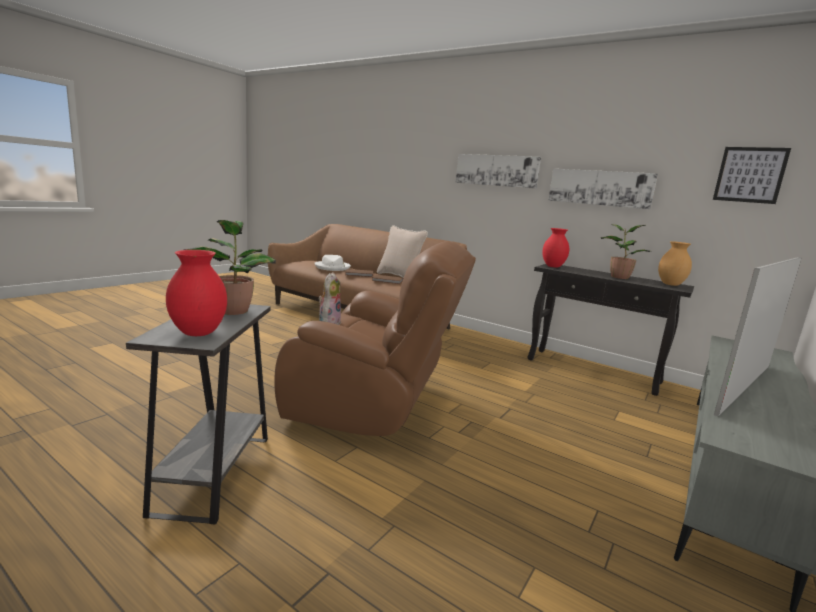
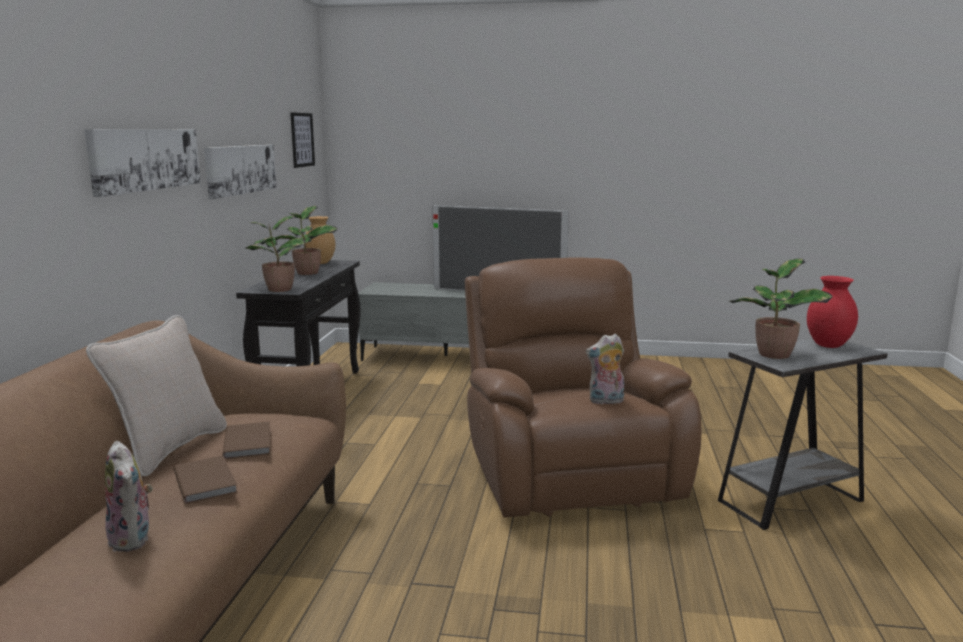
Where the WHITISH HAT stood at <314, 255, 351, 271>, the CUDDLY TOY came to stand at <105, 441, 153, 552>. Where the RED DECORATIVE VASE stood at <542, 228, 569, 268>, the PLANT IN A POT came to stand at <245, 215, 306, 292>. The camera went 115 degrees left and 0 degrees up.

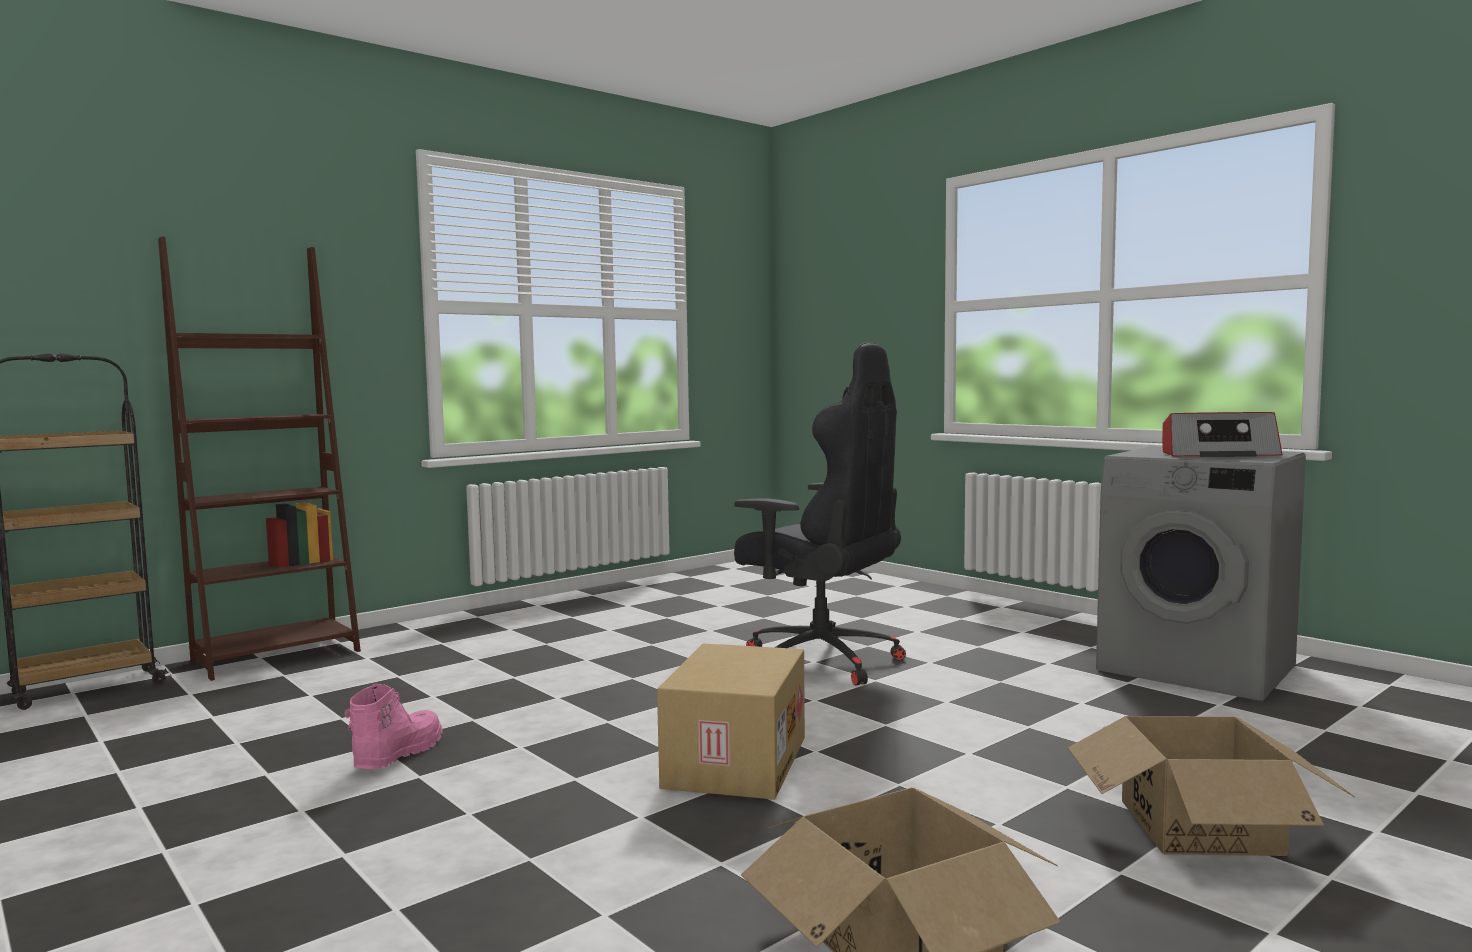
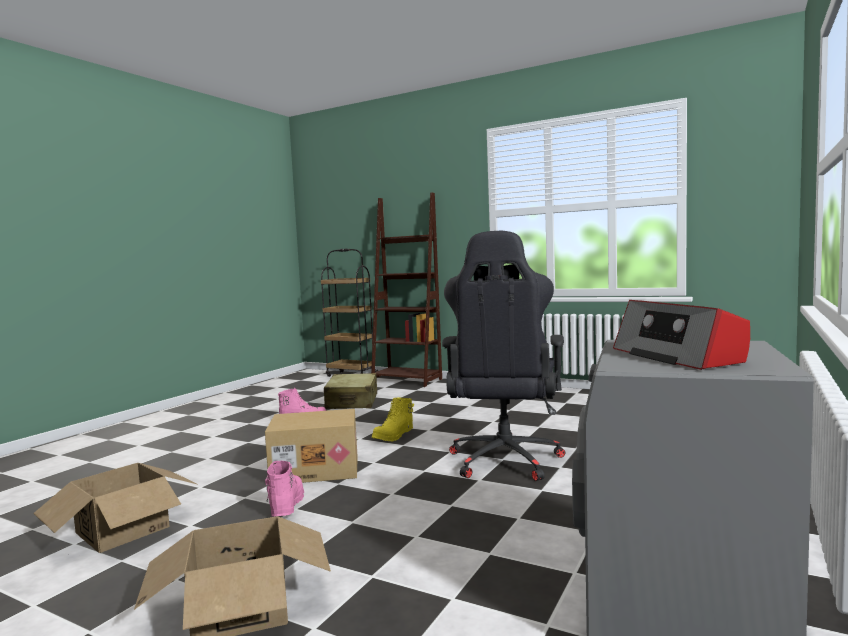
The second view gained the PINKISH TALL BOOT at <265, 461, 304, 516>. The second view gained the BEIGE-COLOURED PIECE OF LUGGAGE at <324, 373, 377, 409>. The second view gained the YELLOW TALL BOOT at <371, 397, 414, 442>. The camera went 70 degrees right and 0 degrees up.

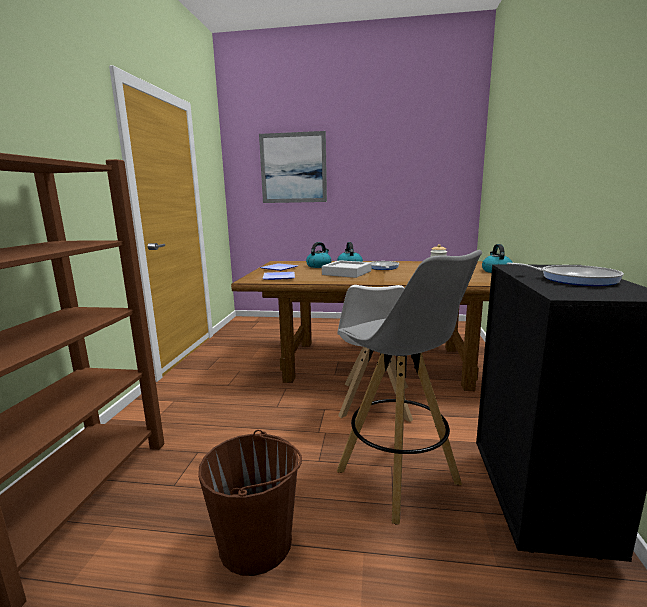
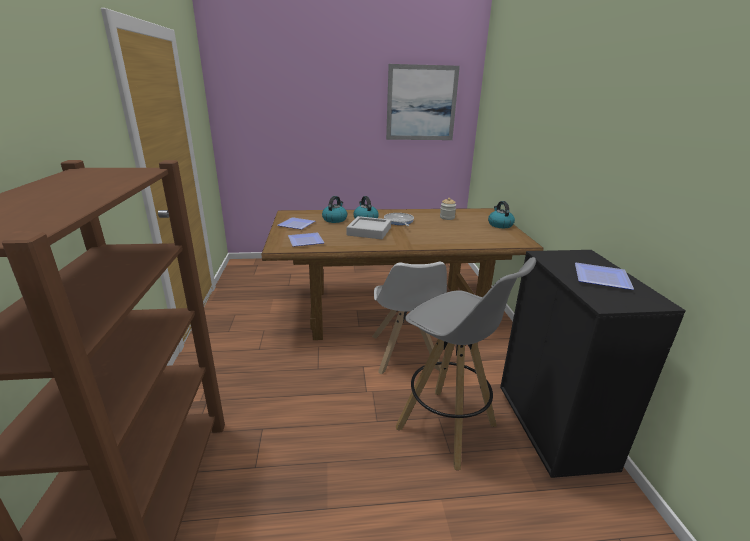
The second view lost the BROWN-COLOURED BUCKET at <198, 430, 302, 576>. The PICTURE ended up elsewhere, having gone from <259, 131, 327, 203> to <386, 64, 460, 140>. Where the FRYING PAN stood at <507, 263, 624, 286>, the PLATE came to stand at <575, 263, 634, 290>. The camera went 15 degrees left and 10 degrees up.

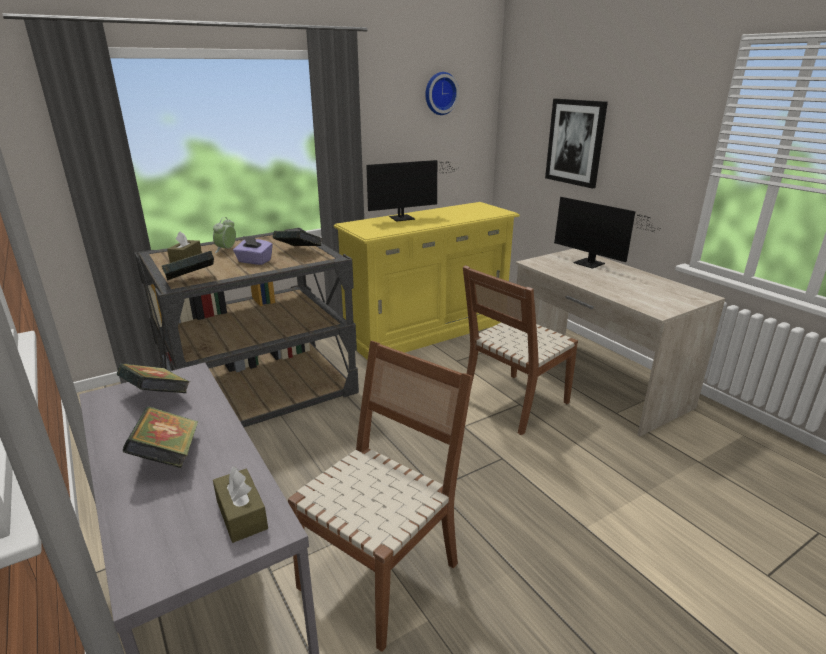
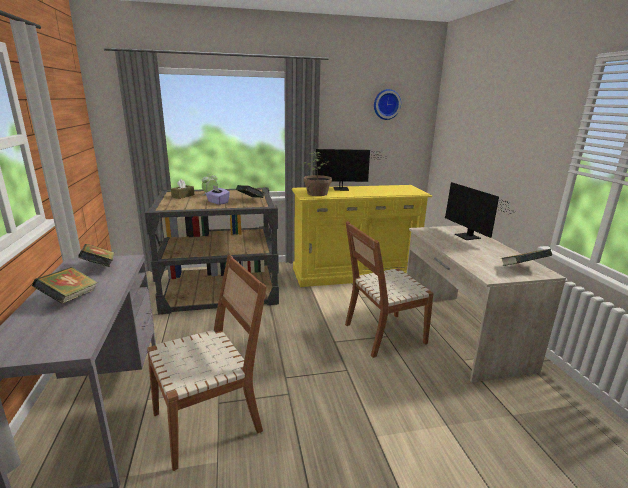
The second view lost the BROWN-COLOURED TISSUE HOLDER at <213, 467, 268, 543>. The second view lost the PICTURE at <545, 99, 608, 188>. The second view gained the PLANT IN A POT at <304, 151, 332, 196>. The BOUND BOOK ended up elsewhere, having gone from <162, 251, 214, 281> to <502, 249, 552, 266>. The camera went 20 degrees right and 5 degrees down.

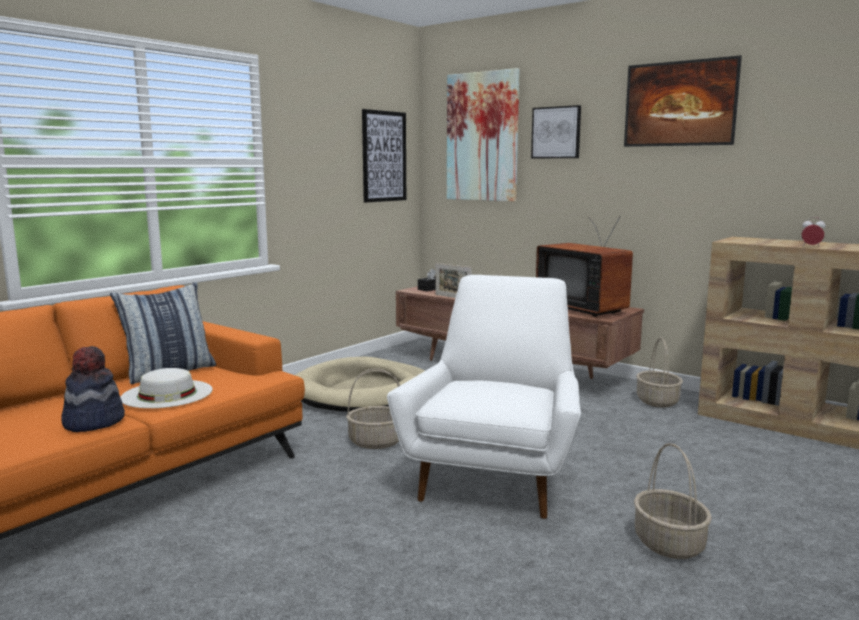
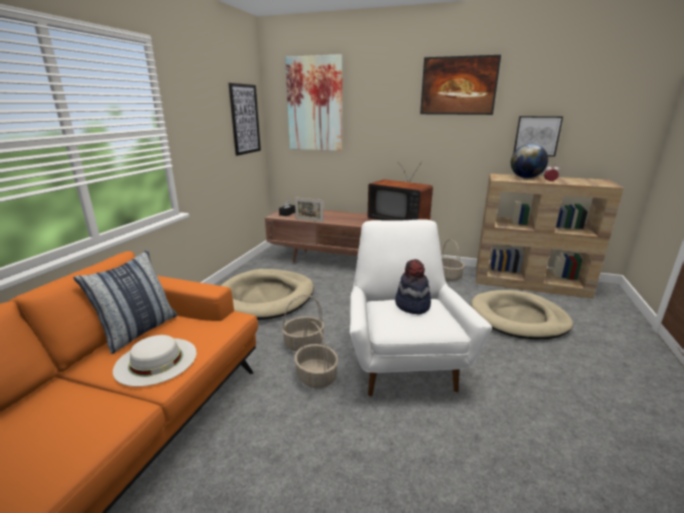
The second view gained the BEIGE-COLOURED DOG CUSHION at <471, 290, 573, 339>. The second view gained the GLOBE at <511, 144, 548, 178>. The HAT ended up elsewhere, having gone from <61, 346, 125, 432> to <395, 259, 431, 315>. The PICTURE ended up elsewhere, having gone from <531, 105, 581, 158> to <513, 116, 563, 157>. The HOUSEHOLD BASKET ended up elsewhere, having gone from <634, 443, 712, 559> to <294, 321, 338, 388>. The camera went 20 degrees left and 10 degrees up.

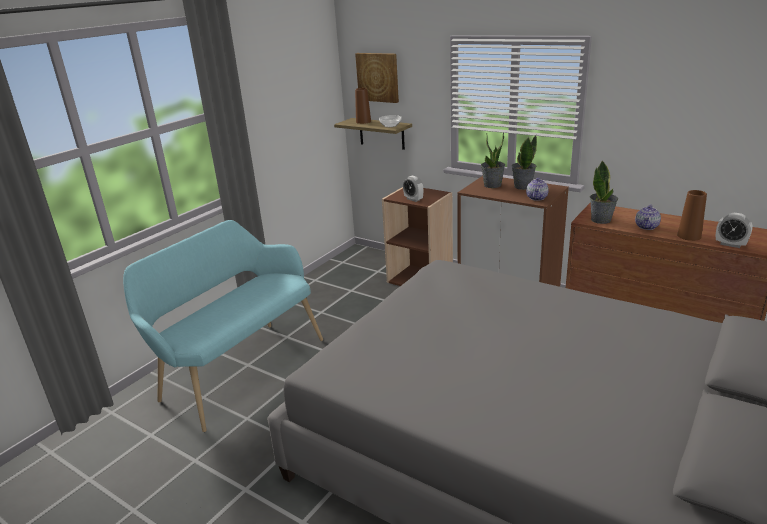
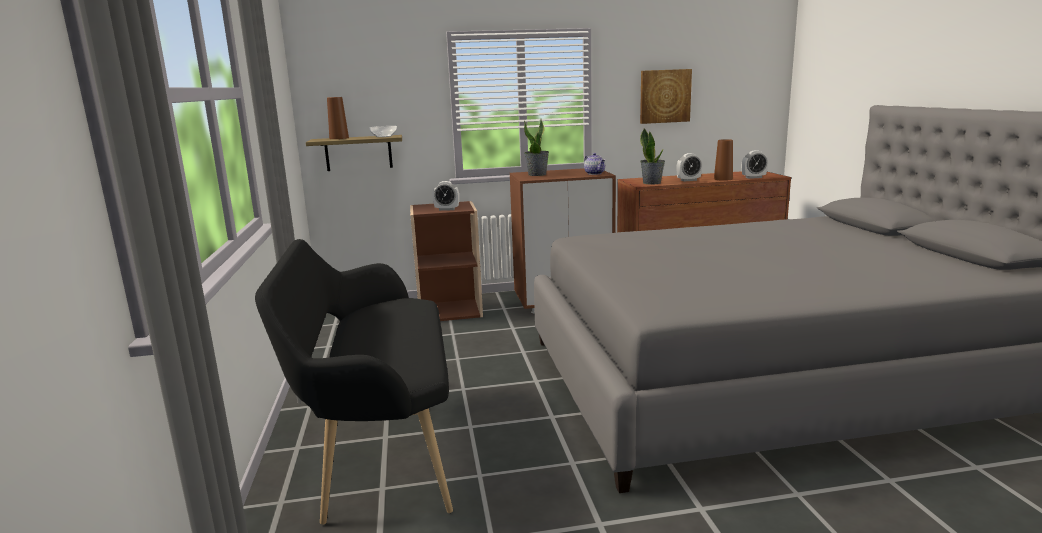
The second view lost the PLANT IN A POT at <512, 135, 537, 190>. The PICTURE ended up elsewhere, having gone from <355, 53, 399, 103> to <640, 69, 692, 124>. Where the TEA POT stood at <635, 204, 661, 230>, the ALARM CLOCK came to stand at <677, 153, 702, 182>. What was the TURQUOISE LONG SEAT at <123, 220, 323, 432> turned into the BLACK-COLOURED LONG SEAT at <255, 239, 453, 525>. The camera went 45 degrees left and 10 degrees down.

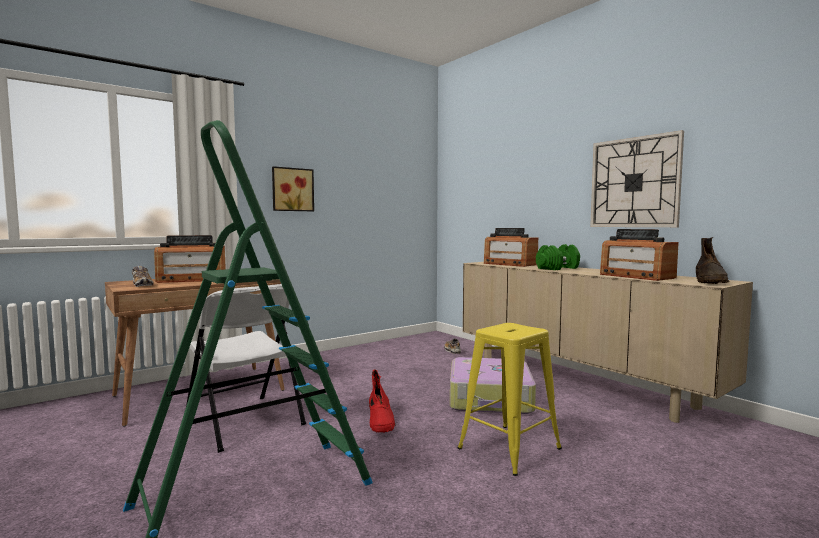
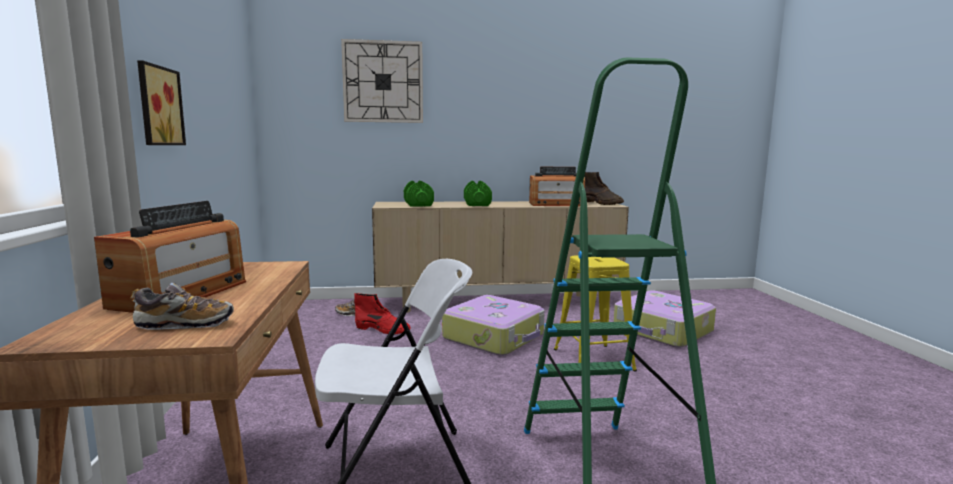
The second view gained the PIECE OF LUGGAGE at <614, 290, 716, 348>. The RED TALL BOOT ended up elsewhere, having gone from <369, 369, 396, 433> to <354, 293, 411, 334>. The WALL CLOCK ended up elsewhere, having gone from <590, 130, 684, 227> to <341, 39, 423, 123>. Where the RADIO stood at <484, 228, 538, 267>, the GREENISH FREE WEIGHT came to stand at <404, 181, 434, 207>. The camera went 60 degrees left and 5 degrees up.

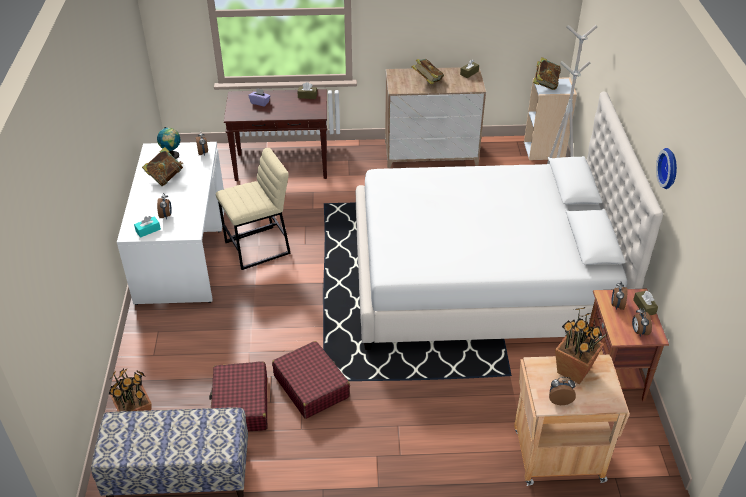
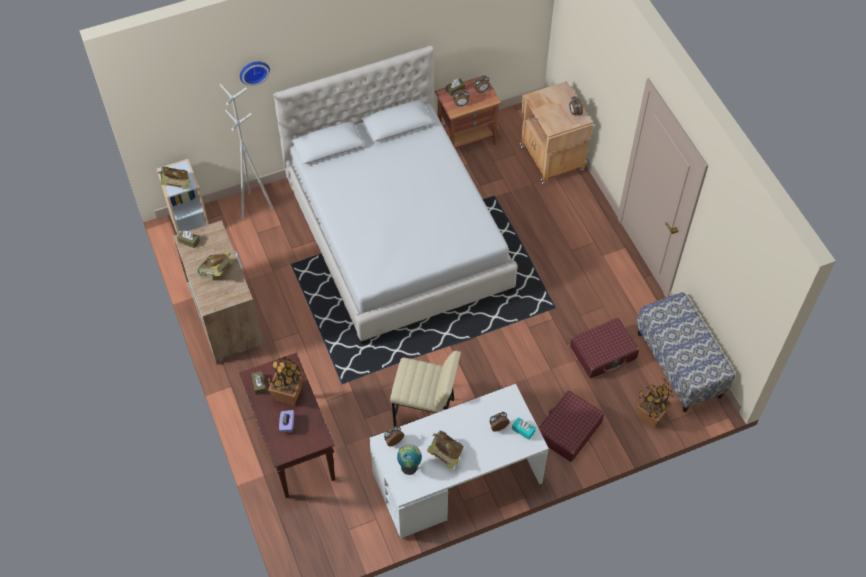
The RED PIECE OF LUGGAGE ended up elsewhere, having gone from <272, 341, 350, 419> to <539, 390, 604, 462>. The PLANT IN A POT ended up elsewhere, having gone from <555, 307, 608, 384> to <268, 357, 304, 406>. The WALL CLOCK ended up elsewhere, having gone from <656, 148, 677, 189> to <240, 61, 270, 86>. The BEIGE-COLOURED PLAIN CHAIR at <216, 148, 290, 270> ended up facing another way, 150 degrees clockwise from before. The camera went 110 degrees left and 15 degrees up.

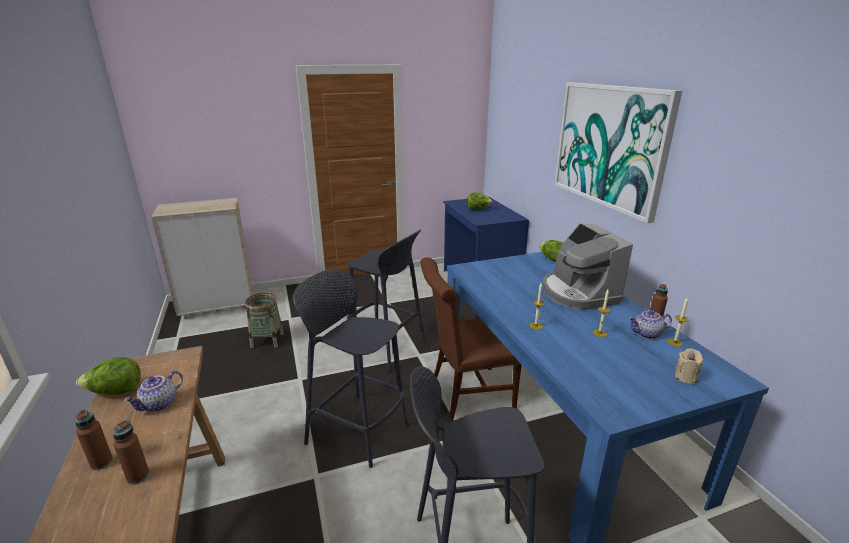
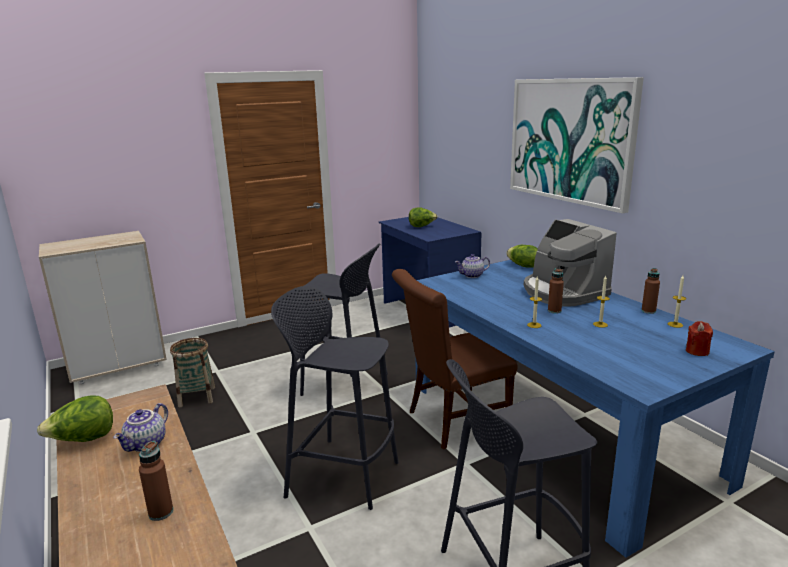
The BROWN-COLOURED BEVERAGE BOTTLE ended up elsewhere, having gone from <74, 409, 113, 470> to <548, 268, 564, 314>. The TEA POT ended up elsewhere, having gone from <629, 310, 672, 339> to <455, 254, 490, 278>. What was the BEIGE-COLOURED WAX CANDLE at <674, 348, 703, 384> turned into the RED WAX CANDLE at <686, 321, 713, 356>. The camera went 10 degrees left and 5 degrees down.

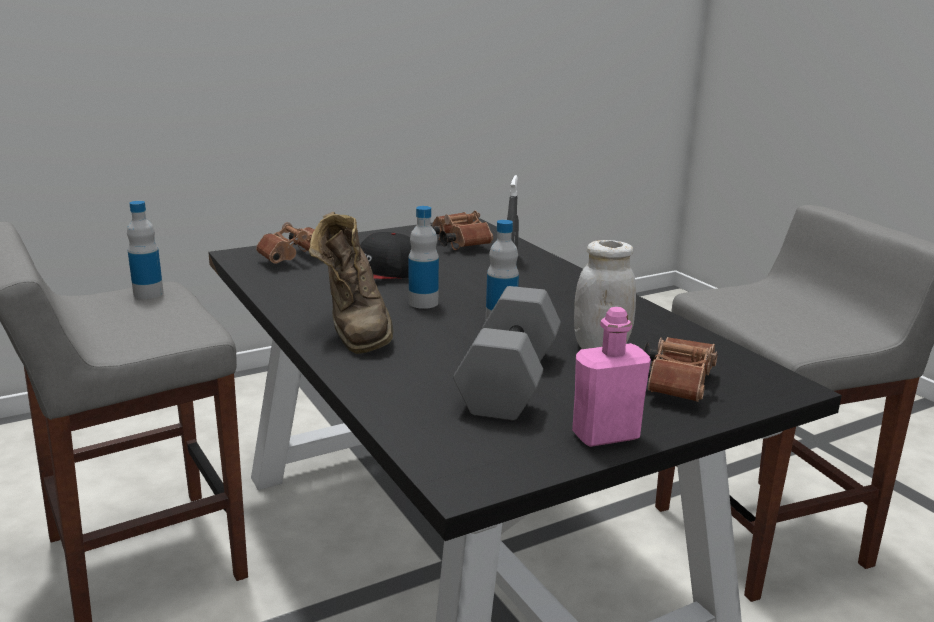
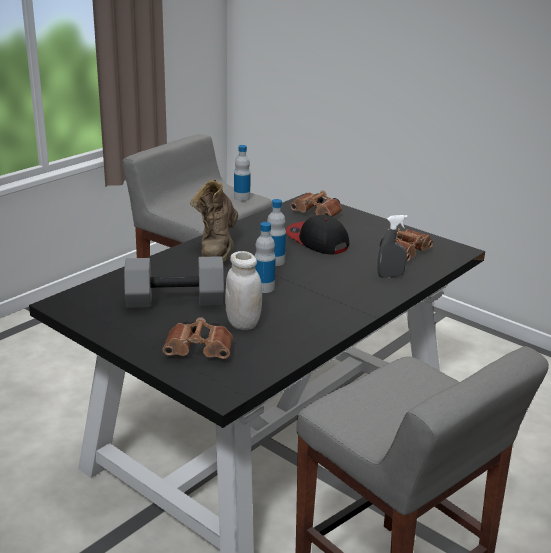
The second view lost the PINKISH BEVERAGE BOTTLE at <572, 307, 651, 447>. The BROWN-COLOURED TALL BOOT at <309, 212, 393, 354> ended up facing another way, 45 degrees counterclockwise from before. The camera went 70 degrees right and 5 degrees up.

